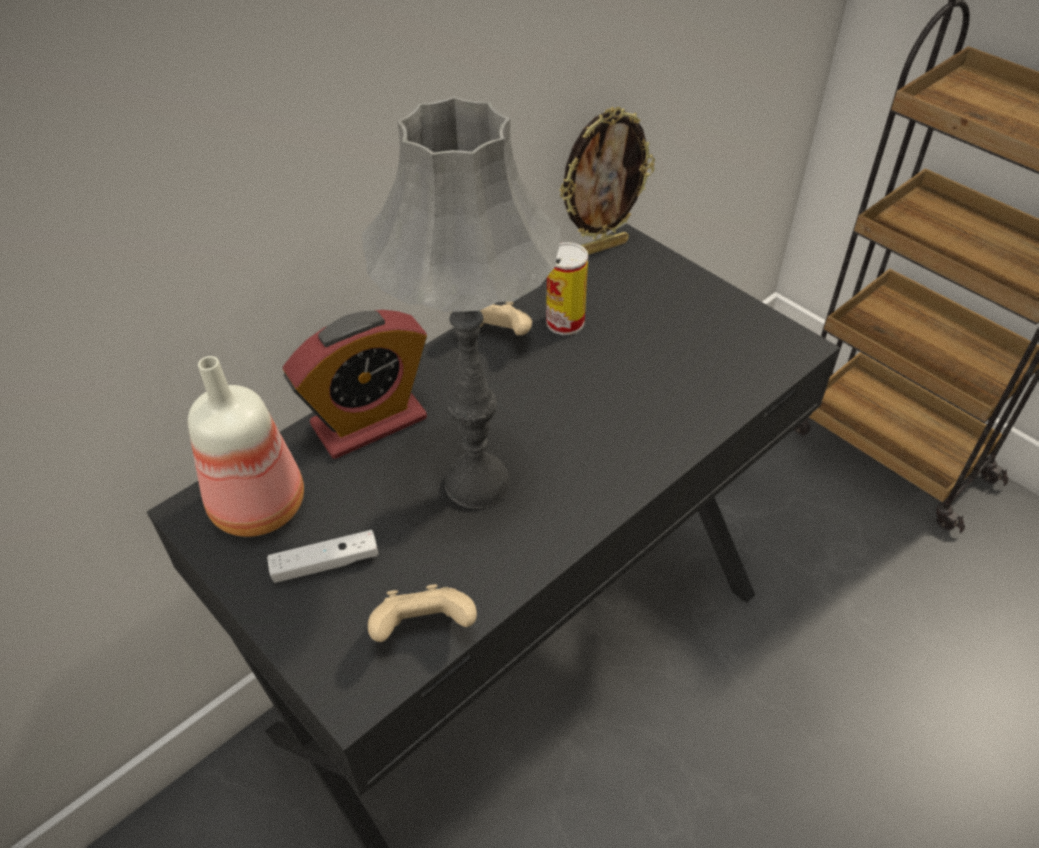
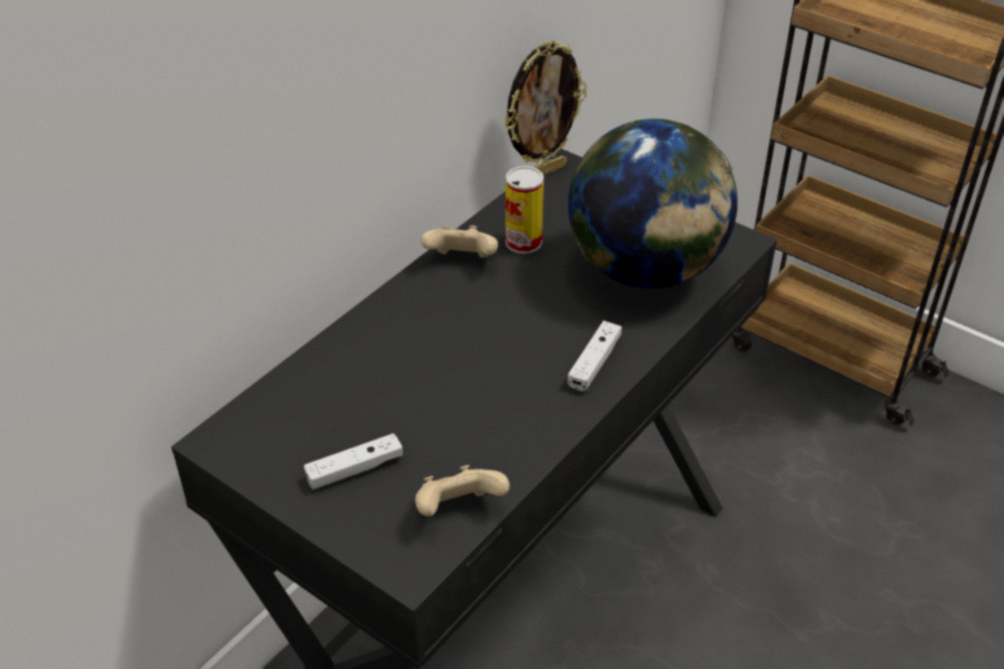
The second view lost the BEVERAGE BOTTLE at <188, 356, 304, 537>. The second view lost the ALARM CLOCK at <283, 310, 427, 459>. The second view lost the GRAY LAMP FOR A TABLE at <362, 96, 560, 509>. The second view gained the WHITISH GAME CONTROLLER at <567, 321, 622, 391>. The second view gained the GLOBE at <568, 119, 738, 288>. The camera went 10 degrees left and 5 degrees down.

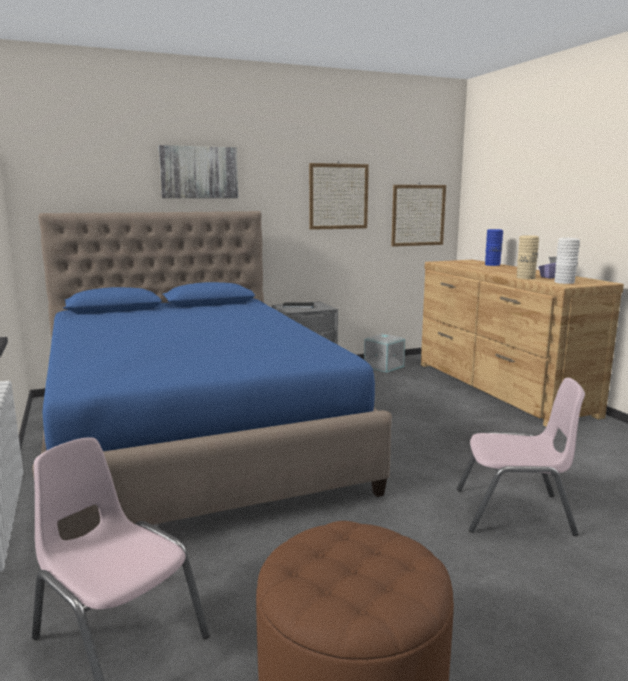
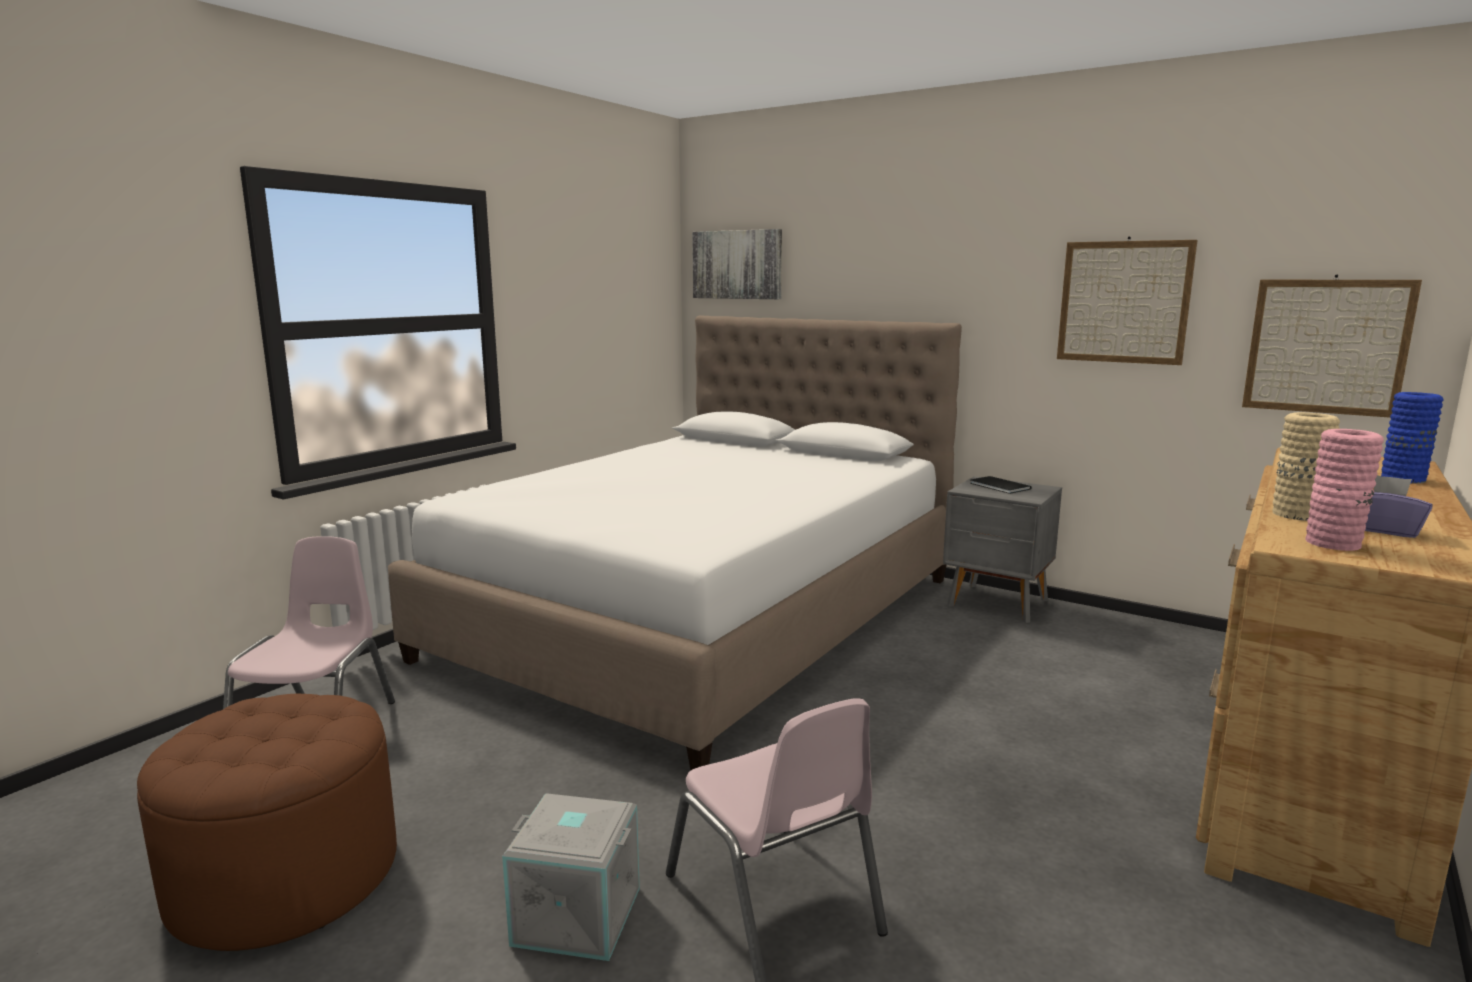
The PICTURE ended up elsewhere, having gone from <158, 145, 238, 198> to <692, 229, 782, 299>. The GRAY STORAGE BOX ended up elsewhere, having gone from <364, 333, 405, 373> to <502, 793, 640, 961>. What was the BLUE BED at <32, 211, 392, 540> turned into the WHITISH BED at <388, 315, 962, 770>. What was the WHITISH DECORATIVE VASE at <555, 238, 580, 284> turned into the PINKISH DECORATIVE VASE at <1305, 429, 1384, 551>. The camera went 55 degrees right and 0 degrees up.

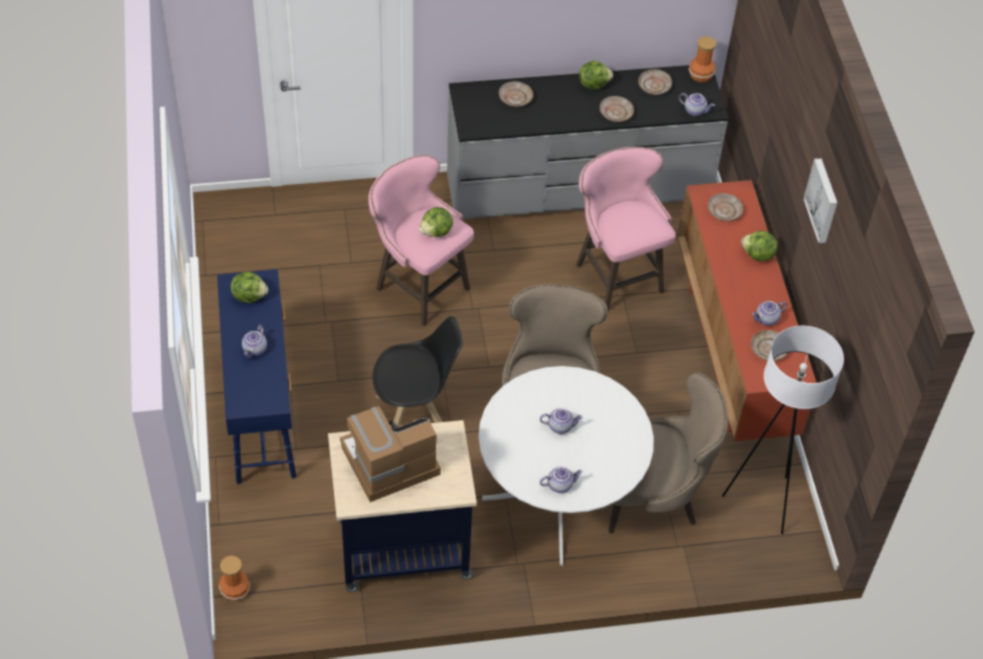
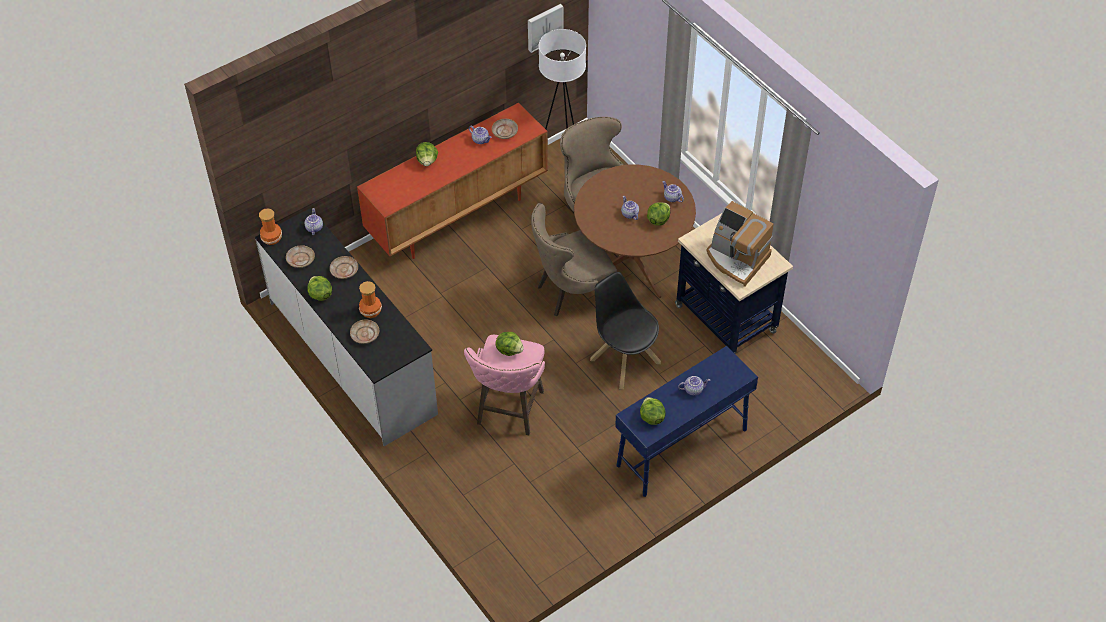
The second view lost the PINKISH SITTING STOOL at <576, 147, 676, 311>. The second view lost the BEIGE-COLOURED PLATE at <708, 193, 743, 221>. The second view gained the LETTUCE HEAD at <647, 202, 670, 226>. The DECORATIVE VASE ended up elsewhere, having gone from <219, 556, 250, 601> to <359, 281, 382, 318>. The PICTURE ended up elsewhere, having gone from <803, 158, 837, 243> to <528, 4, 564, 53>. What was the WHITISH DINNER TABLE at <478, 366, 654, 566> turned into the BROWN-COLOURED DINNER TABLE at <574, 164, 696, 298>. The camera went 115 degrees left and 0 degrees up.

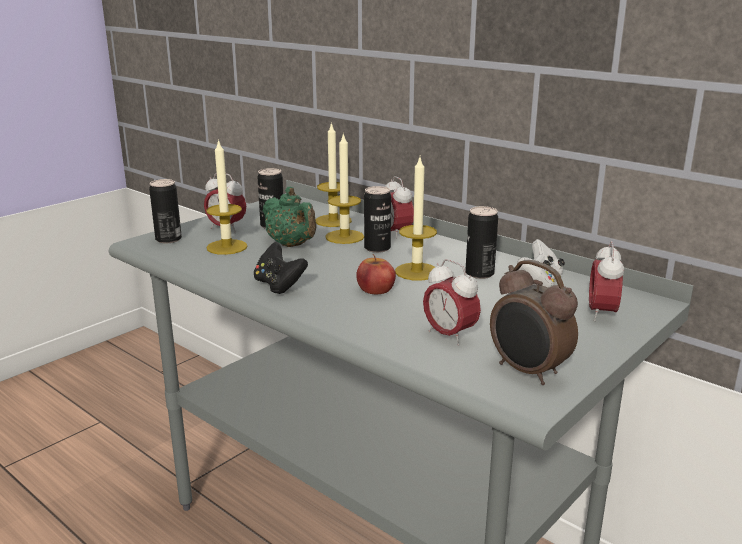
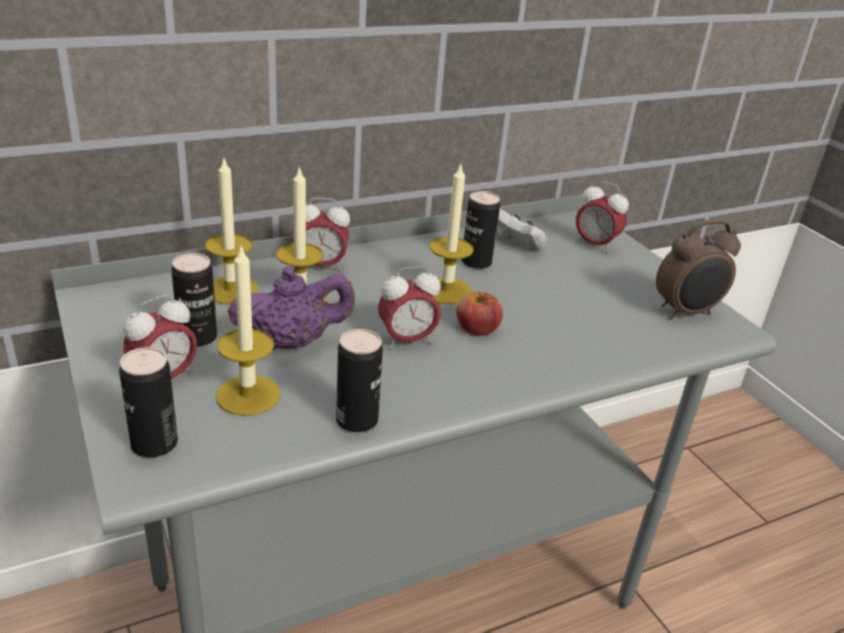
The second view lost the BLACK-COLOURED GAME CONTROLLER at <254, 242, 308, 294>. The METAL CAN ended up elsewhere, having gone from <364, 186, 391, 253> to <336, 329, 383, 432>. The ALARM CLOCK ended up elsewhere, having gone from <423, 259, 481, 346> to <378, 266, 441, 349>. What was the GREENISH TEA POT at <263, 187, 317, 247> turned into the PURPLE-COLOURED TEA POT at <228, 266, 355, 350>. The camera went 70 degrees left and 10 degrees up.

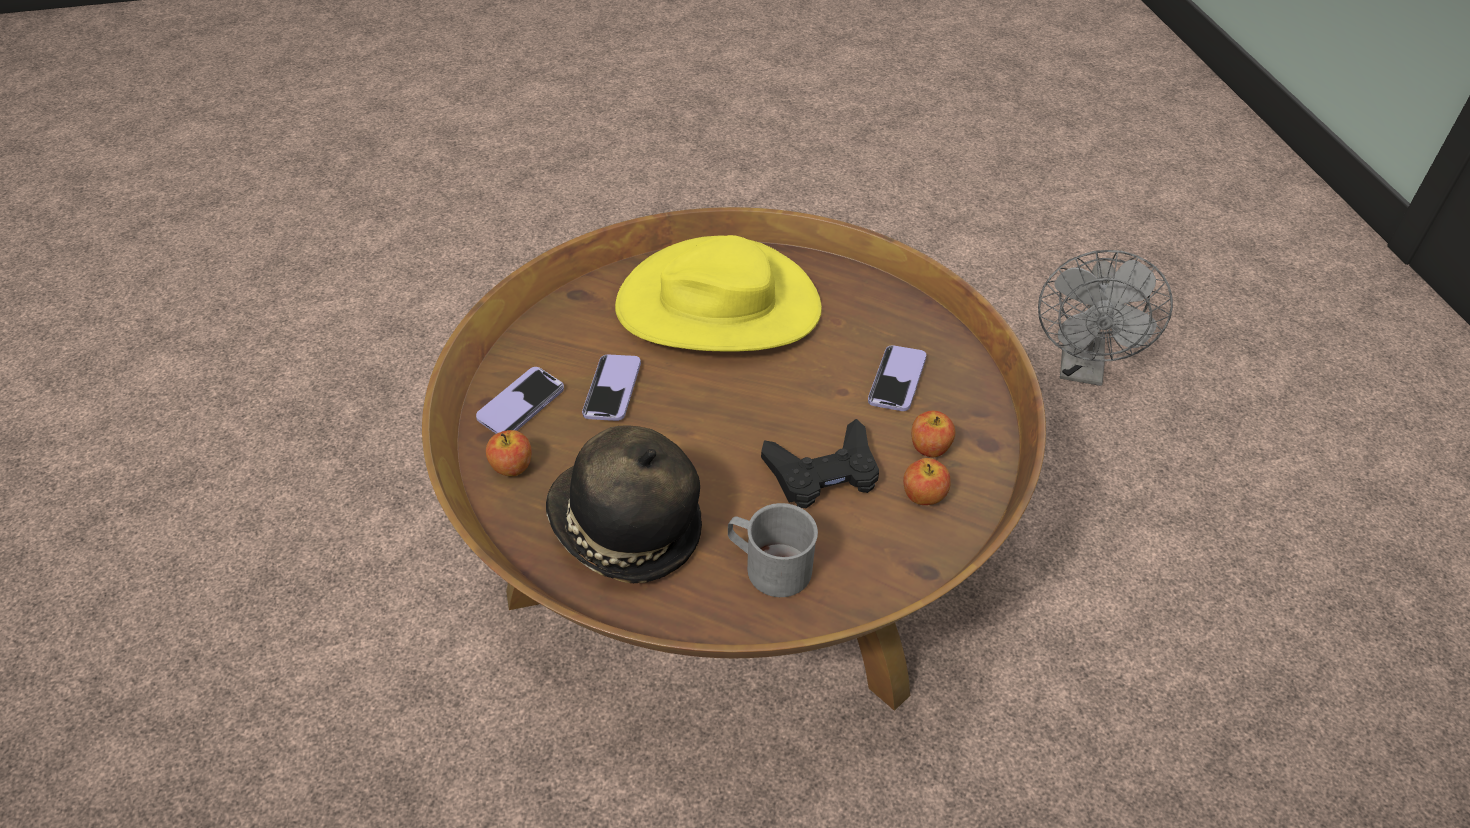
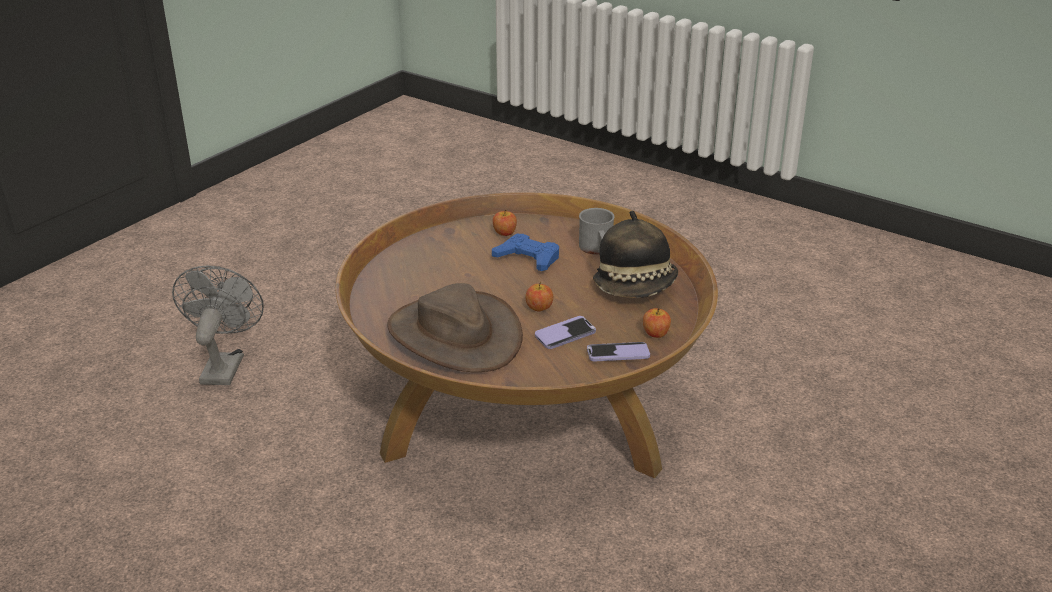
The second view lost the TELEPHONE at <868, 345, 926, 411>. The APPLE ended up elsewhere, having gone from <911, 411, 955, 457> to <525, 281, 553, 311>. What was the YELLOW HAT at <615, 235, 822, 352> turned into the BROWN-COLOURED HAT at <387, 283, 523, 372>. What was the BLACK-COLOURED GAME CONTROLLER at <761, 419, 879, 508> turned into the BLUE GAME CONTROLLER at <492, 234, 559, 271>. The GRAY COOLING FAN at <1038, 250, 1173, 386> ended up facing another way, 60 degrees counterclockwise from before. The camera went 130 degrees left and 15 degrees down.

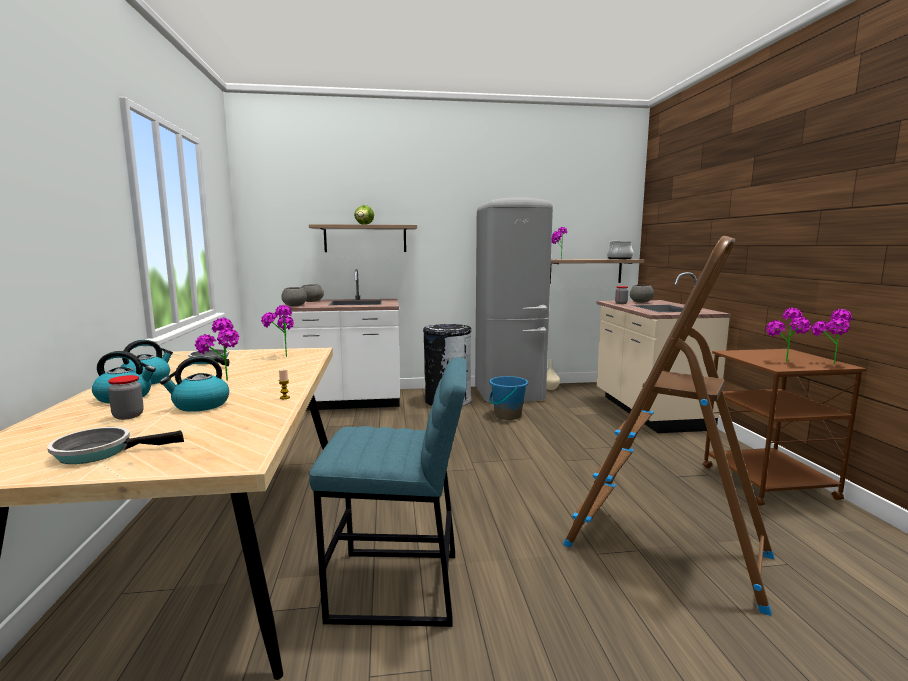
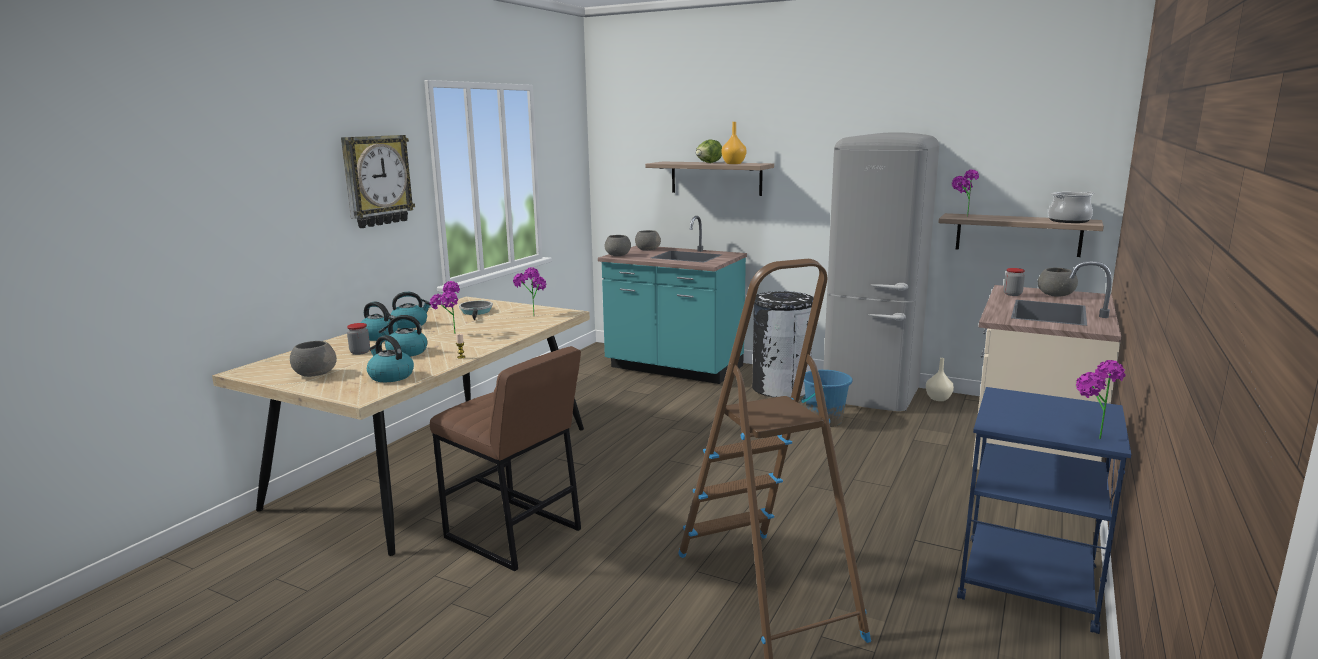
The second view lost the PLANT IN A POT at <766, 308, 811, 362>. The second view gained the WALL CLOCK at <341, 135, 415, 228>. The second view gained the WATER KETTLE at <367, 335, 414, 382>. The second view gained the ORANGEY DECORATIVE VASE at <721, 122, 747, 164>. Where the FRYING PAN stood at <47, 427, 184, 464>, the GRAY DEEP DISH came to stand at <290, 341, 337, 377>. What was the WHITISH KITCHEN COUNTER at <281, 269, 400, 410> turned into the TURQUOISE KITCHEN COUNTER at <598, 216, 747, 384>. What was the BLUE SITTING STOOL at <309, 357, 467, 627> turned into the BROWN-COLOURED SITTING STOOL at <430, 346, 581, 571>. What was the BROWN-COLOURED WHEELED CART at <702, 349, 866, 506> turned into the BLUE WHEELED CART at <957, 387, 1131, 634>. The camera went 35 degrees right and 5 degrees up.

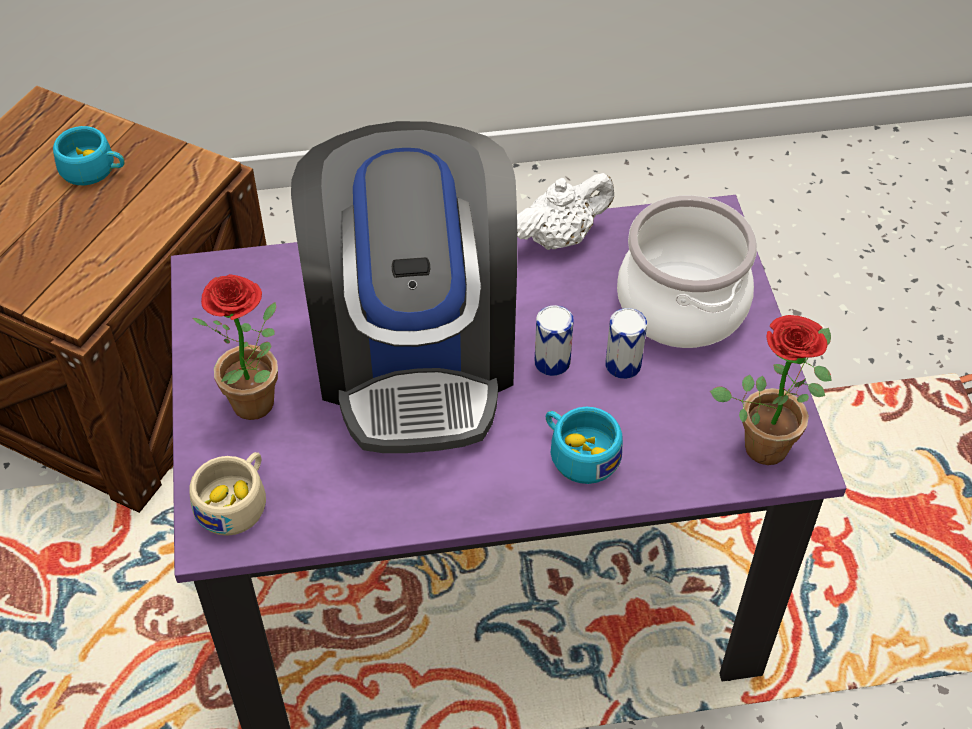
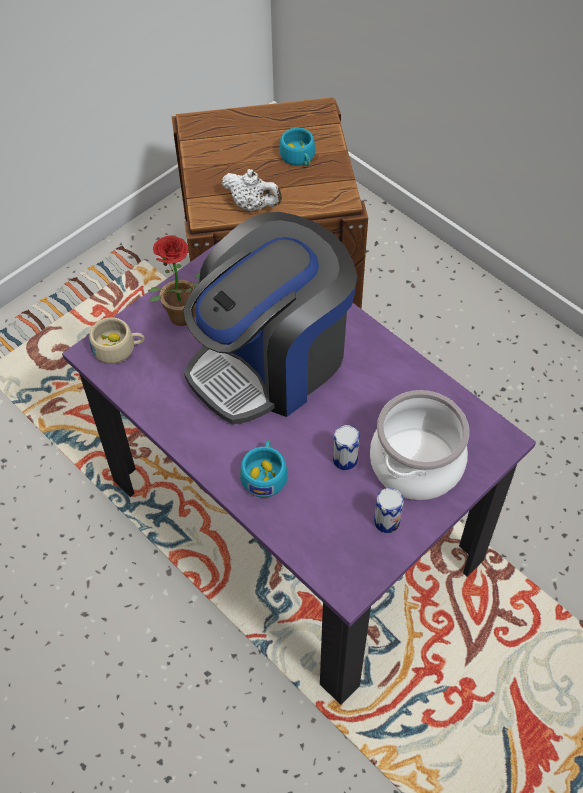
The second view lost the PLANT IN A POT at <710, 315, 832, 465>. The WHITISH TEA POT ended up elsewhere, having gone from <517, 173, 614, 250> to <222, 169, 282, 211>. The METAL CAN ended up elsewhere, having gone from <535, 305, 574, 376> to <374, 488, 404, 533>. The camera went 55 degrees right and 5 degrees up.

